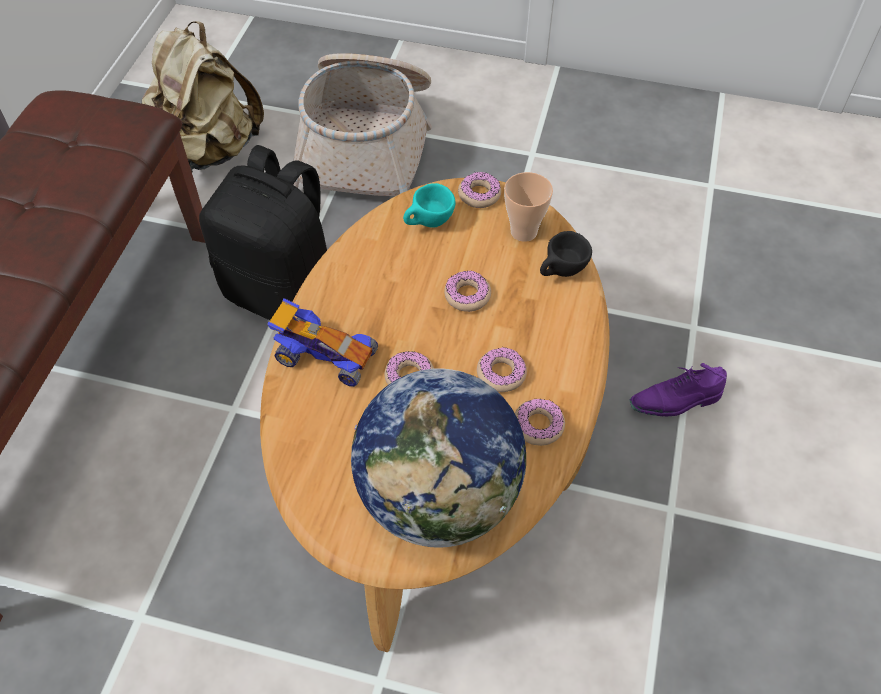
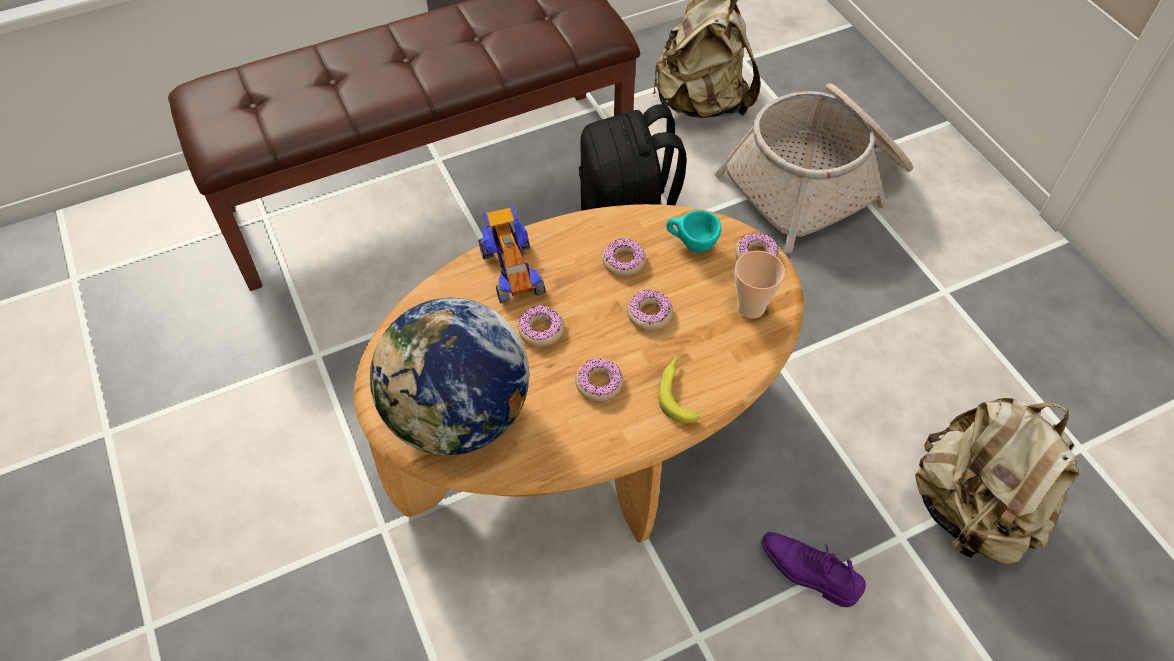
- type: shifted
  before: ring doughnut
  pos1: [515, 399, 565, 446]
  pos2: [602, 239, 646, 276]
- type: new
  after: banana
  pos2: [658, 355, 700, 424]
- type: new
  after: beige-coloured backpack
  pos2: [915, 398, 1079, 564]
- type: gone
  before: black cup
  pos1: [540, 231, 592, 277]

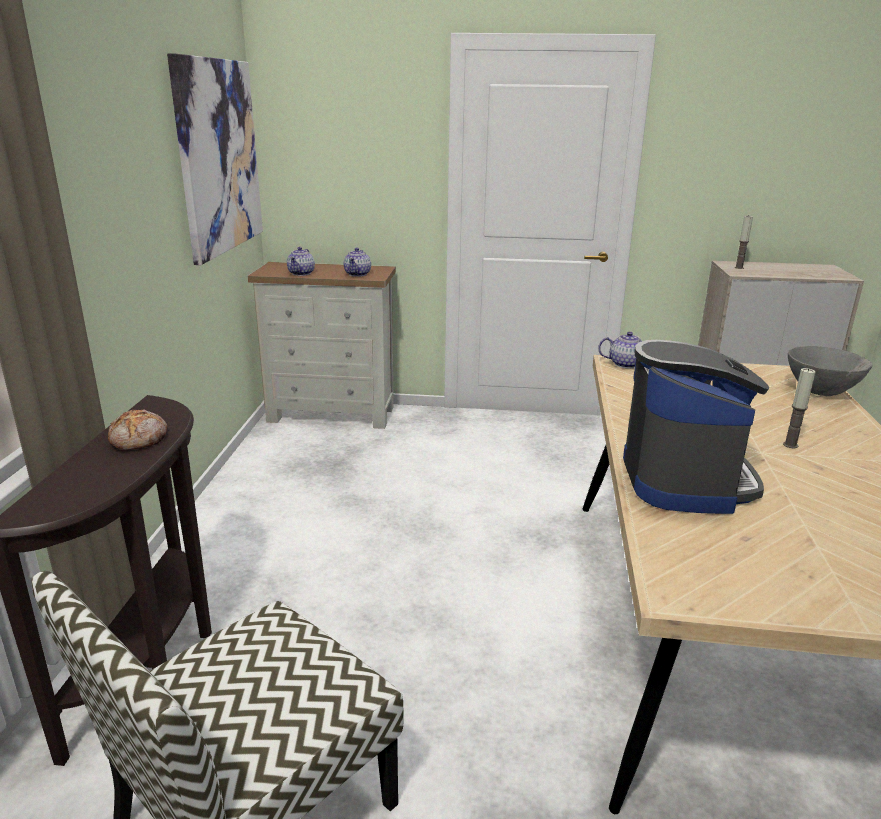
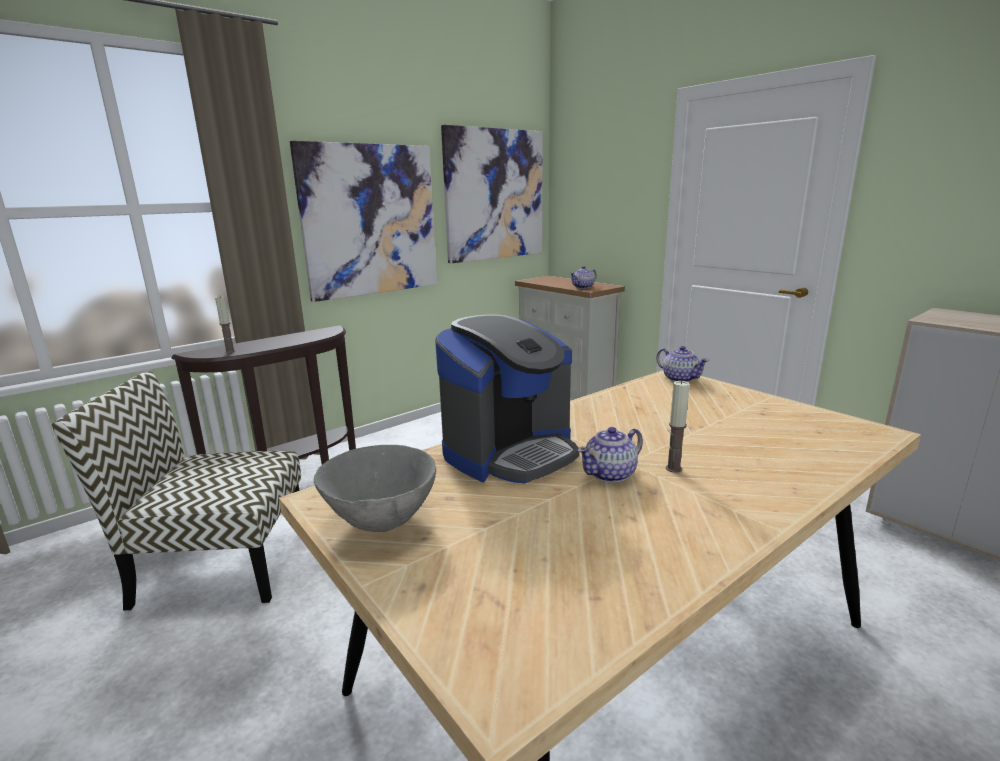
- type: shifted
  before: wax light
  pos1: [735, 216, 753, 269]
  pos2: [215, 297, 235, 353]
- type: new
  after: wall picture
  pos2: [290, 141, 437, 302]
- type: shifted
  before: gray bowl
  pos1: [788, 346, 873, 396]
  pos2: [314, 445, 436, 532]
- type: shifted
  before: teapot
  pos1: [287, 247, 315, 276]
  pos2: [577, 427, 643, 483]
- type: gone
  before: bakery bread
  pos1: [108, 409, 167, 450]

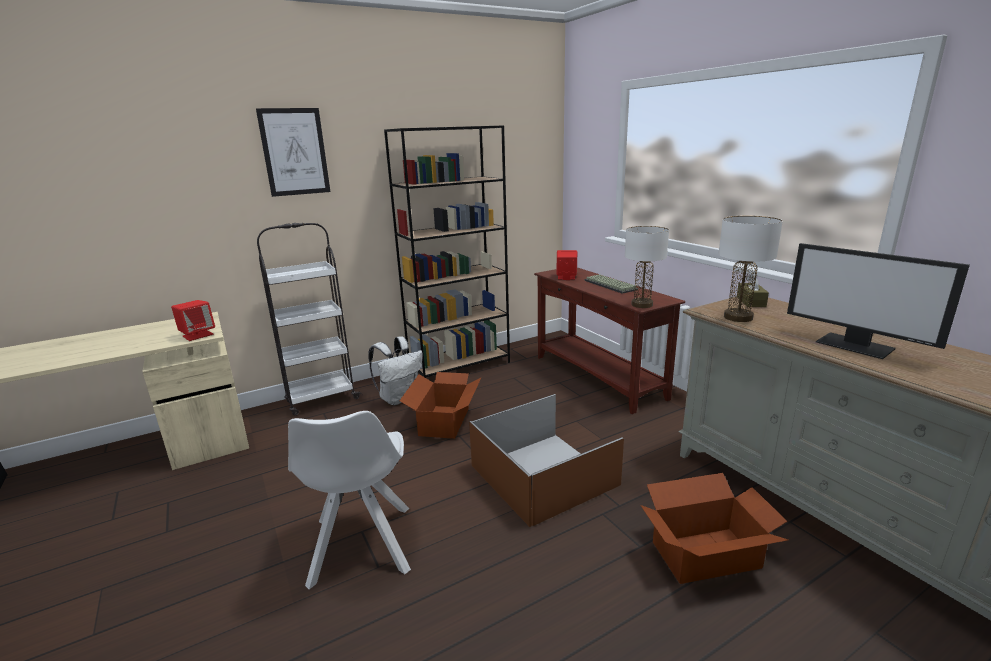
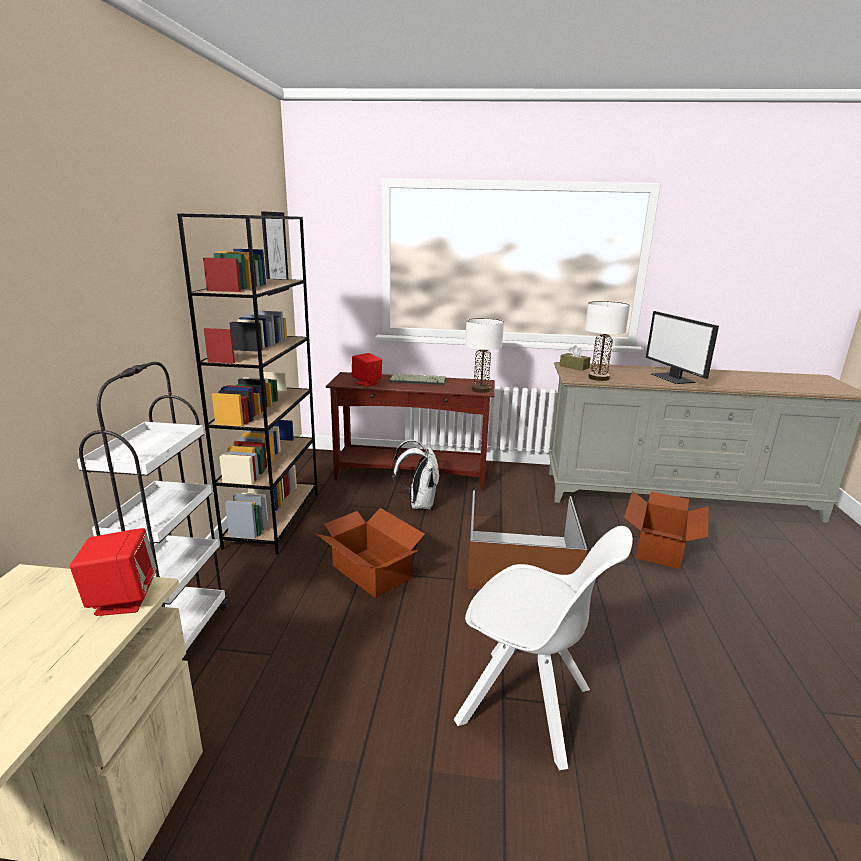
- type: shifted
  before: wall picture
  pos1: [256, 108, 330, 197]
  pos2: [261, 211, 289, 296]
- type: shifted
  before: white backpack
  pos1: [368, 336, 423, 405]
  pos2: [392, 439, 440, 510]
- type: rotated
  before: computer screen
  pos1: [787, 243, 970, 359]
  pos2: [646, 311, 719, 384]
  turn: 75

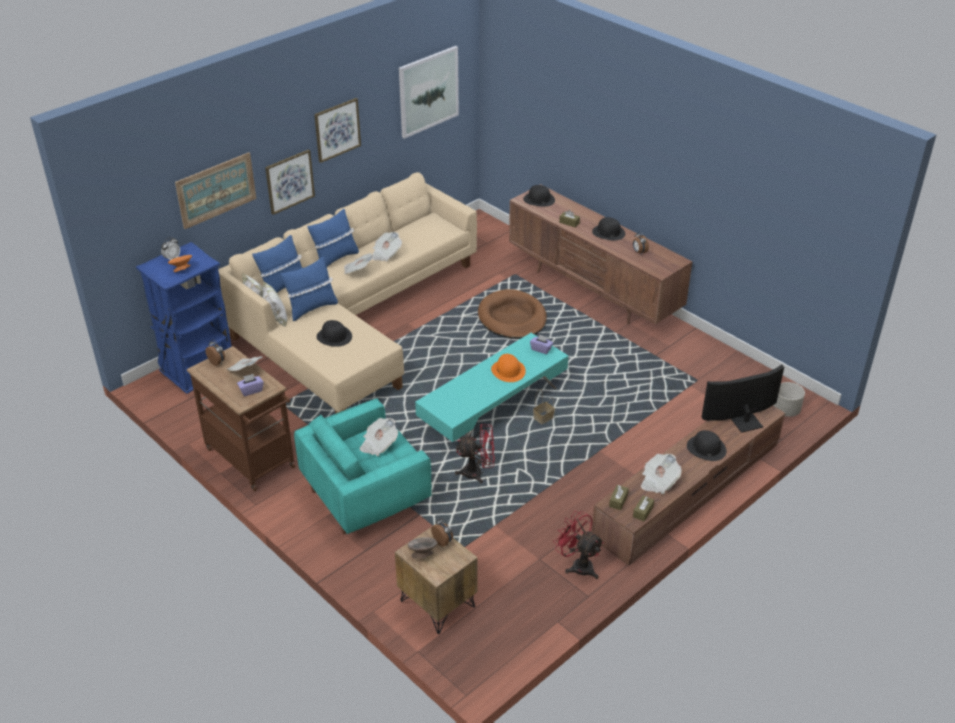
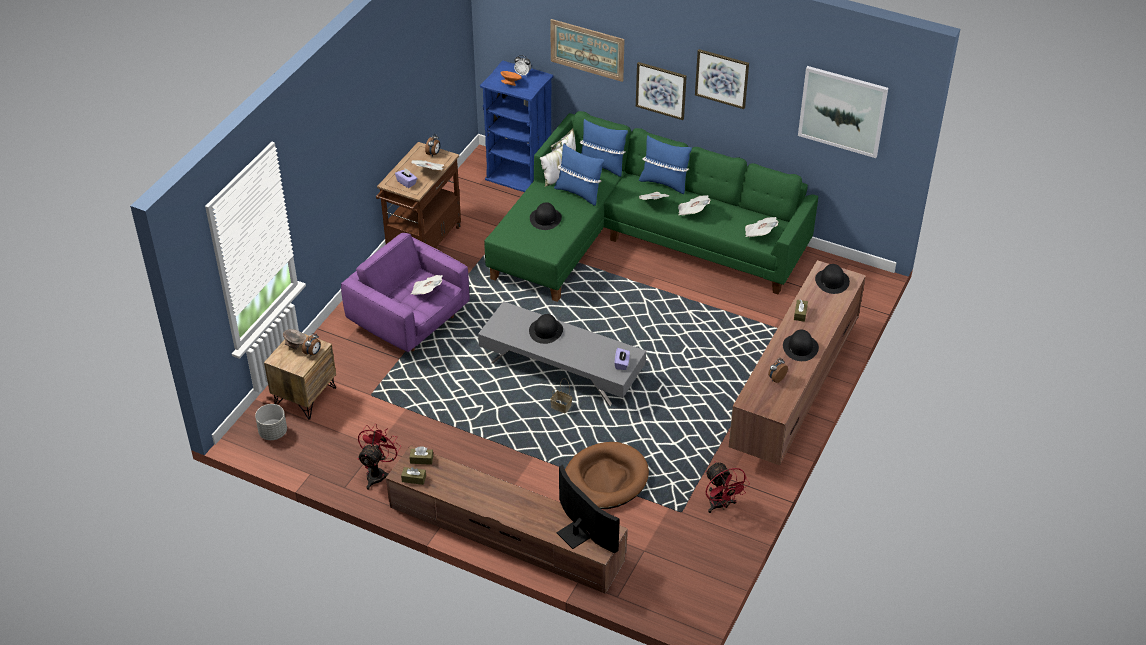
- type: shifted
  before: gray flower pot
  pos1: [773, 382, 805, 417]
  pos2: [255, 404, 287, 440]
- type: repainted
  before: blue-green lounge chair
  after: purple-coloured lounge chair
  pos1: [294, 398, 432, 534]
  pos2: [341, 233, 470, 352]
- type: repainted
  before: blue-green lounge table
  after: gray lounge table
  pos1: [415, 333, 568, 442]
  pos2: [478, 301, 646, 406]
- type: repainted
  before: beige-coloured settee
  after: greenish settee
  pos1: [218, 172, 477, 415]
  pos2: [484, 111, 818, 302]
- type: shifted
  before: black clothing hat
  pos1: [687, 430, 726, 461]
  pos2: [529, 314, 563, 344]
- type: shifted
  before: brownish dog cushion
  pos1: [478, 289, 547, 339]
  pos2: [565, 442, 649, 509]
- type: shifted
  before: red electric fan
  pos1: [455, 424, 495, 483]
  pos2: [705, 462, 750, 513]
- type: shifted
  before: newspaper
  pos1: [641, 454, 682, 494]
  pos2: [745, 217, 778, 237]
- type: gone
  before: orangey clothing hat
  pos1: [491, 354, 526, 382]

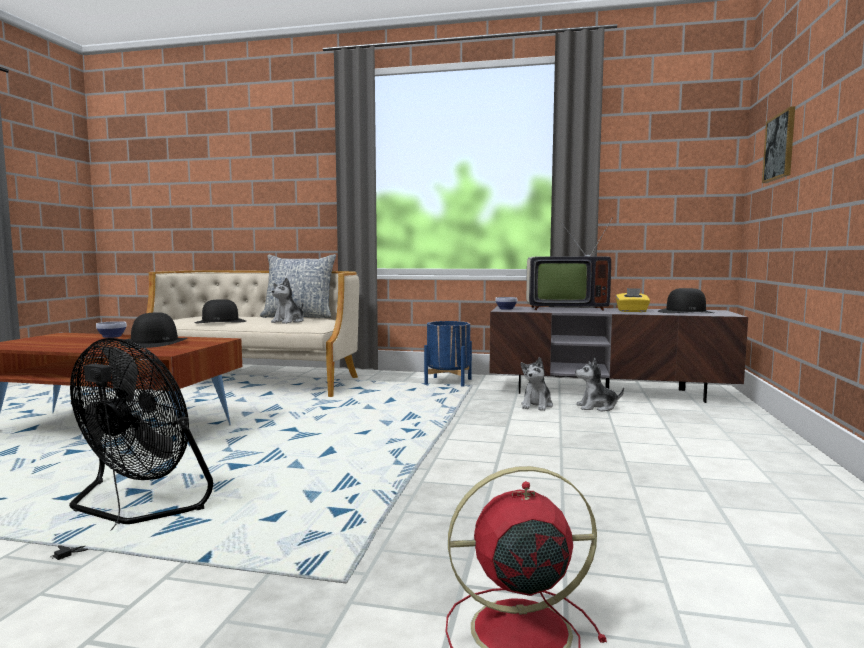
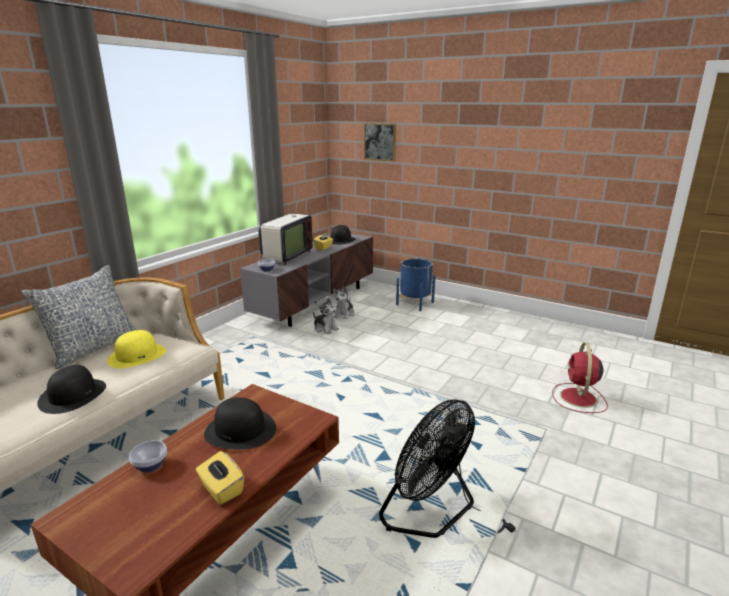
- type: swapped
  before: cuddly toy
  after: yellowish clothing hat
  pos1: [271, 278, 304, 324]
  pos2: [107, 330, 166, 368]
- type: new
  after: yellowish box of tissues
  pos2: [196, 451, 244, 505]
- type: shifted
  before: blue-coloured flower pot
  pos1: [424, 321, 472, 387]
  pos2: [396, 259, 435, 311]

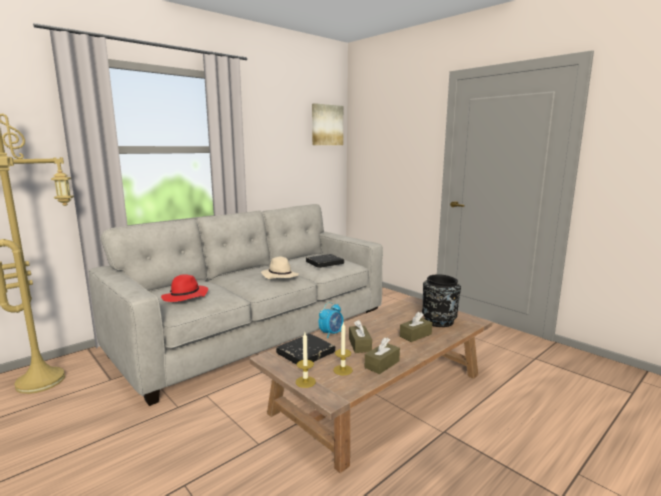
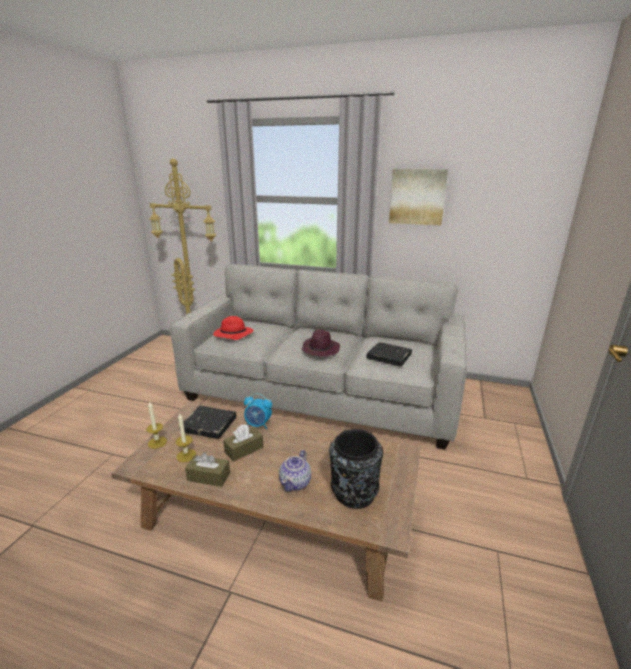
- type: swapped
  before: brownish box of tissues
  after: teapot
  pos1: [400, 312, 432, 342]
  pos2: [279, 450, 311, 492]
- type: repainted
  before: beige-coloured clothing hat
  after: purple-coloured clothing hat
  pos1: [261, 256, 299, 279]
  pos2: [301, 329, 340, 357]
- type: shifted
  before: wall picture
  pos1: [312, 103, 343, 145]
  pos2: [389, 169, 448, 225]

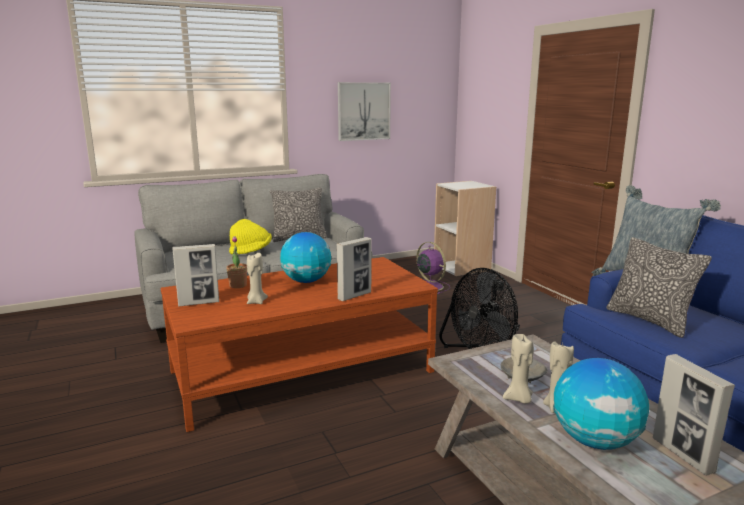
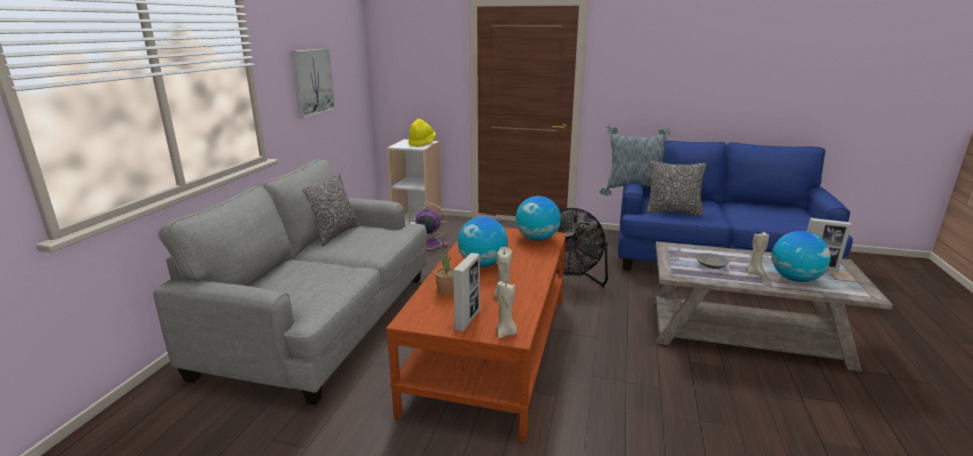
- type: shifted
  before: yellowish clothing hat
  pos1: [229, 219, 272, 254]
  pos2: [408, 119, 436, 147]
- type: shifted
  before: beige-coloured wax light
  pos1: [503, 334, 534, 404]
  pos2: [496, 281, 518, 339]
- type: new
  after: desk globe
  pos2: [516, 196, 561, 241]
- type: gone
  before: photo frame
  pos1: [337, 237, 372, 301]

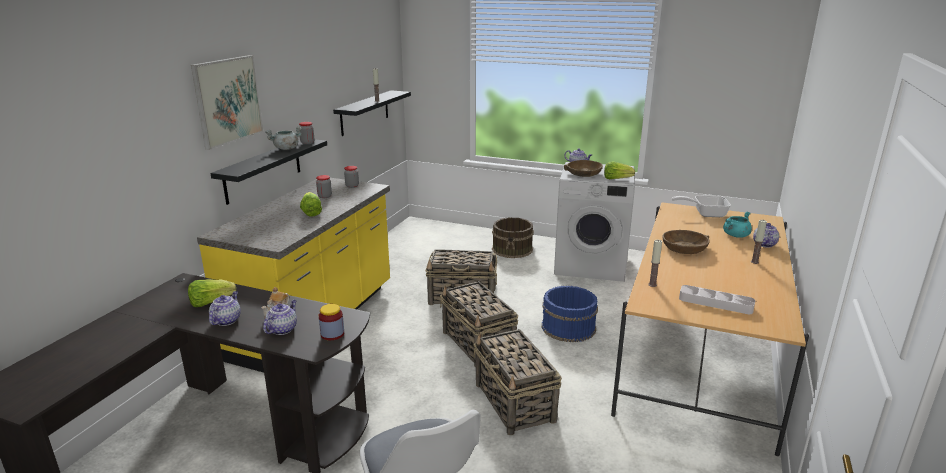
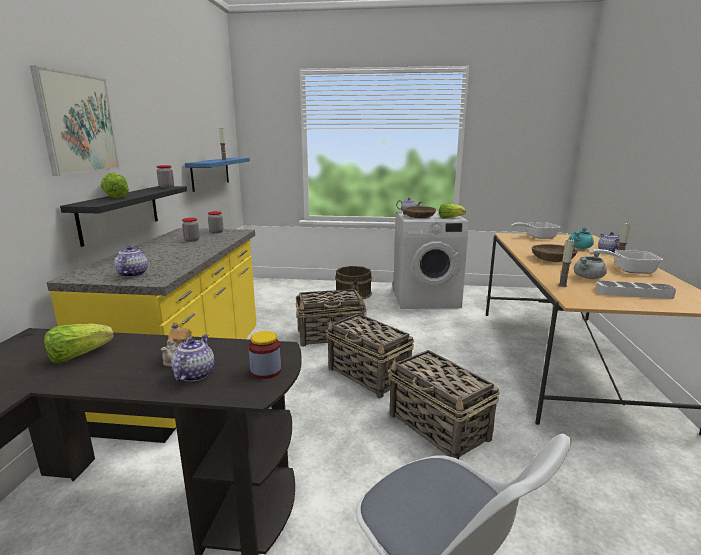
- type: shifted
  before: lettuce
  pos1: [300, 192, 322, 217]
  pos2: [101, 173, 129, 198]
- type: shifted
  before: teapot
  pos1: [209, 291, 241, 326]
  pos2: [114, 246, 148, 277]
- type: repainted
  before: black wall shelf
  after: blue-coloured wall shelf
  pos1: [333, 90, 411, 136]
  pos2: [185, 158, 250, 192]
- type: shifted
  before: gray stockpot
  pos1: [265, 126, 302, 150]
  pos2: [574, 251, 607, 279]
- type: new
  after: pan
  pos2: [589, 249, 663, 274]
- type: gone
  before: blue-coloured bucket
  pos1: [542, 286, 598, 343]

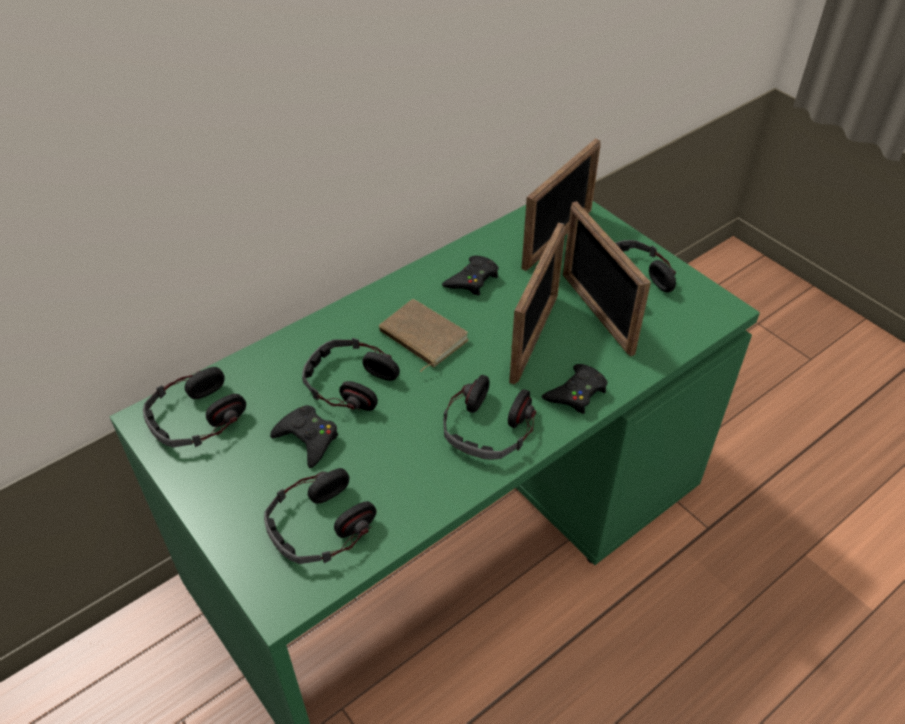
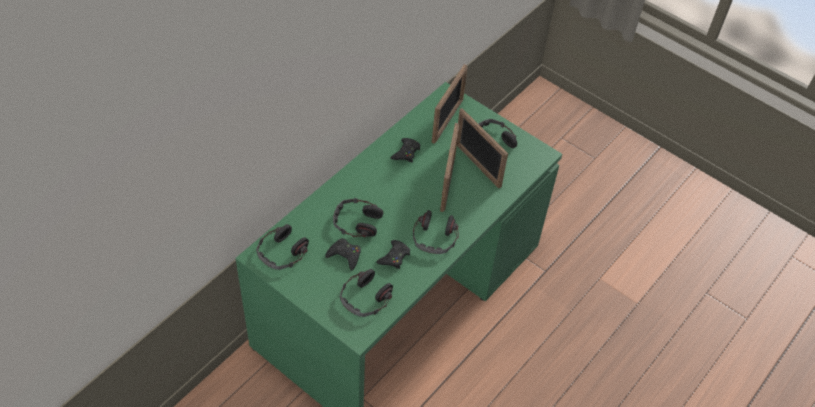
- type: shifted
  before: black gamepad
  pos1: [542, 364, 608, 414]
  pos2: [376, 240, 410, 269]
- type: gone
  before: brownish bound book
  pos1: [379, 299, 469, 372]

